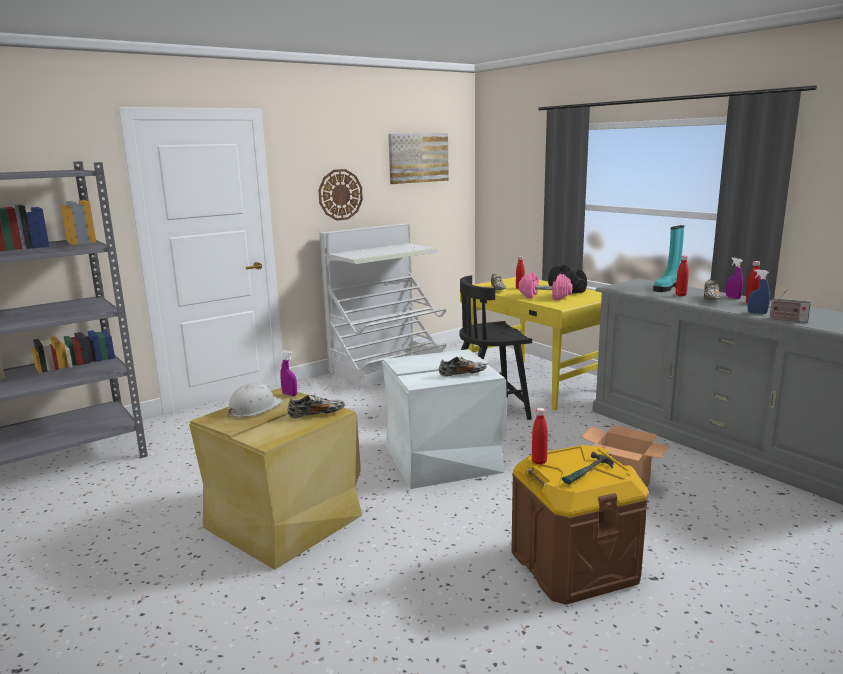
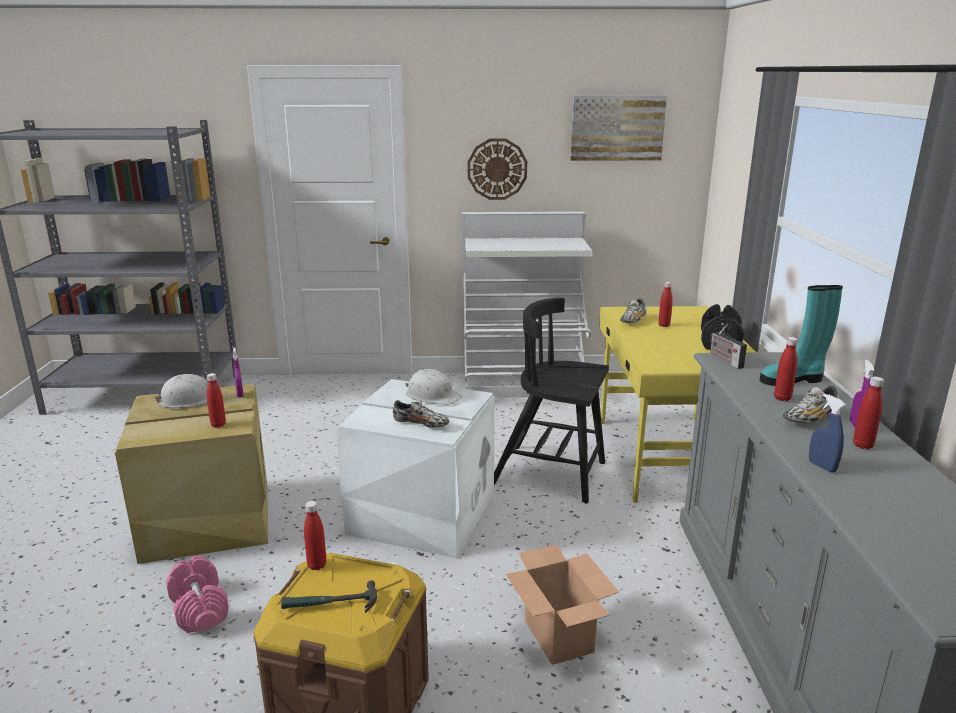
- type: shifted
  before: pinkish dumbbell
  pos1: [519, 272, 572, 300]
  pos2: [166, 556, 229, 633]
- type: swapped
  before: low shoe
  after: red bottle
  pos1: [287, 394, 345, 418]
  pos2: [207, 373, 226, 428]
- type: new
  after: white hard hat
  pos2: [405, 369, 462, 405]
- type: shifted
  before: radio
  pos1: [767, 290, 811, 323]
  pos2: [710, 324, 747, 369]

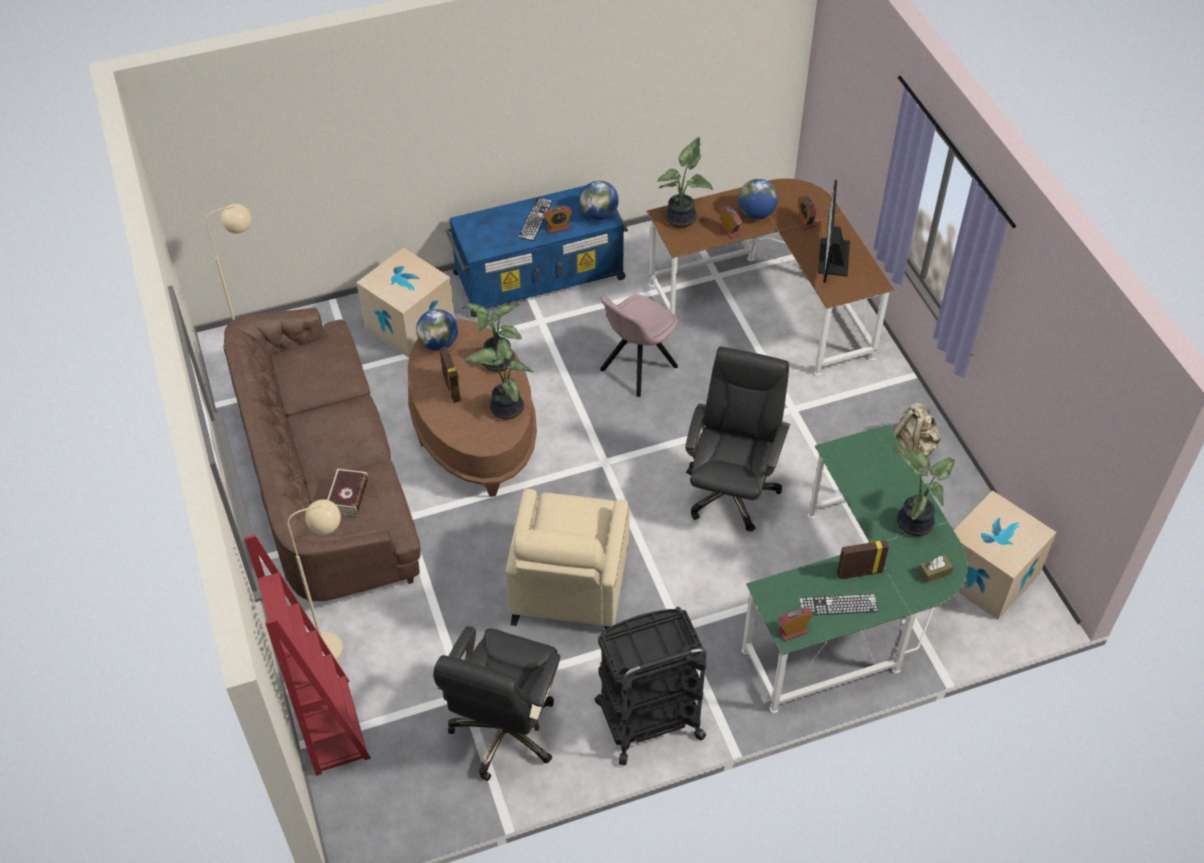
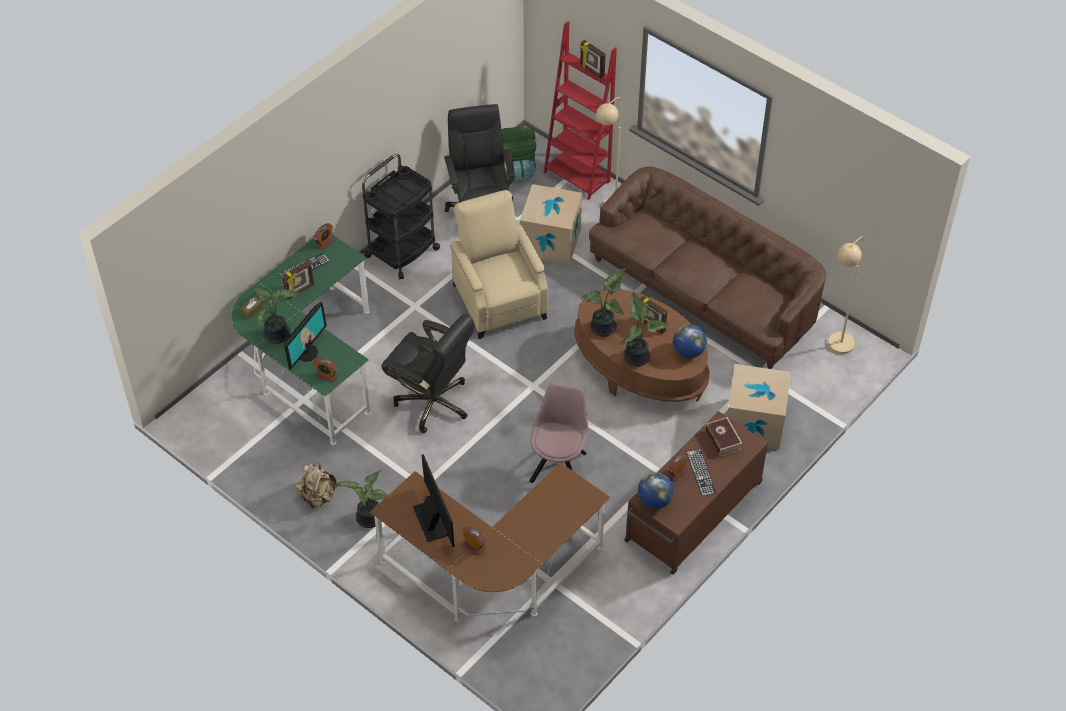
- type: new
  after: computer screen
  pos2: [284, 302, 327, 370]
- type: shifted
  before: table clock
  pos1: [718, 205, 742, 239]
  pos2: [313, 358, 338, 382]
- type: shifted
  before: plant in a pot
  pos1: [657, 137, 713, 228]
  pos2: [336, 470, 388, 528]
- type: rotated
  before: black desk chair
  pos1: [685, 346, 790, 532]
  pos2: [381, 314, 474, 433]
  turn: -45
- type: new
  after: greenish backpack
  pos2: [501, 126, 537, 181]
- type: shifted
  before: carton
  pos1: [954, 491, 1056, 620]
  pos2: [520, 184, 582, 265]
- type: new
  after: photo frame
  pos2: [580, 40, 606, 78]
- type: repainted
  before: blue-coloured cupboard
  after: brownish cupboard
  pos1: [446, 185, 628, 317]
  pos2: [624, 411, 768, 575]
- type: shifted
  before: bound book
  pos1: [327, 469, 368, 516]
  pos2: [705, 417, 742, 457]
- type: gone
  before: desk globe
  pos1: [738, 179, 778, 219]

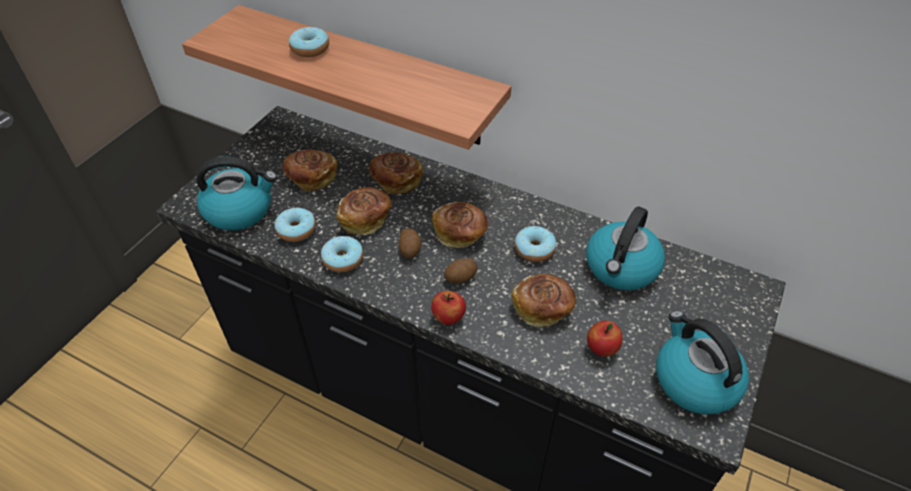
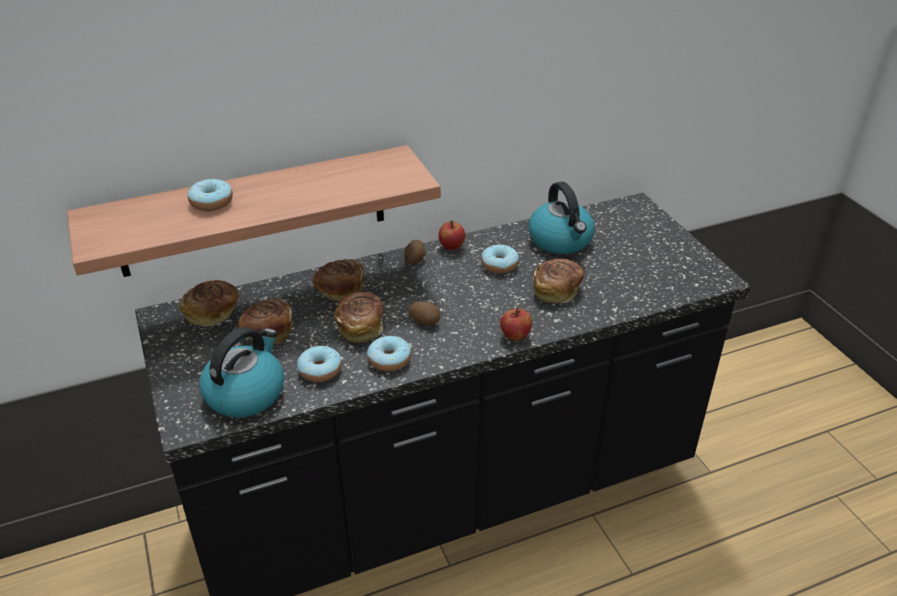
- type: shifted
  before: bakery bread
  pos1: [432, 202, 489, 248]
  pos2: [179, 280, 239, 327]
- type: shifted
  before: whole potato
  pos1: [444, 258, 477, 283]
  pos2: [404, 240, 426, 264]
- type: shifted
  before: whole apple
  pos1: [587, 321, 623, 357]
  pos2: [439, 221, 465, 250]
- type: gone
  before: tea kettle
  pos1: [656, 311, 749, 414]

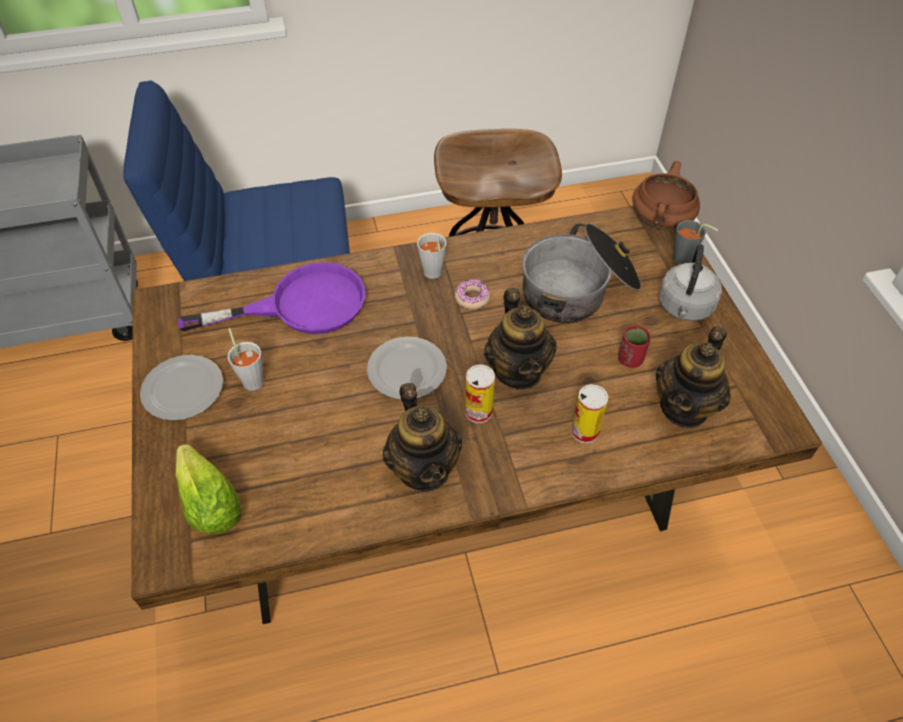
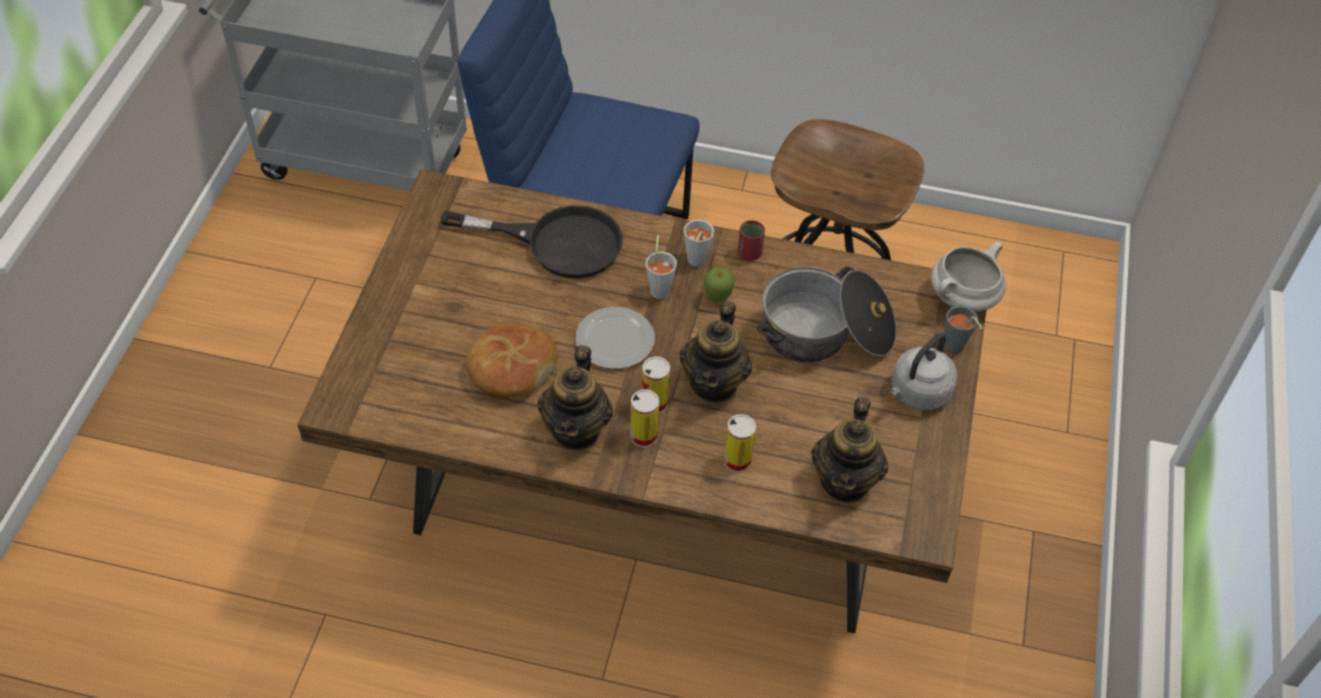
- type: repainted
  before: purple-coloured pan
  after: black pan
  pos1: [178, 262, 365, 334]
  pos2: [440, 205, 623, 279]
- type: new
  after: bakery bread
  pos2: [466, 324, 557, 398]
- type: new
  after: sealed can
  pos2: [630, 389, 659, 448]
- type: shifted
  before: gray cup
  pos1: [227, 328, 264, 391]
  pos2: [646, 235, 677, 299]
- type: swapped
  before: ring doughnut
  after: whole apple
  pos1: [455, 279, 490, 310]
  pos2: [704, 267, 735, 303]
- type: shifted
  before: red cup
  pos1: [618, 326, 651, 368]
  pos2: [738, 220, 765, 261]
- type: rotated
  before: teapot
  pos1: [656, 326, 731, 428]
  pos2: [811, 397, 888, 503]
  turn: -45
- type: repainted
  before: brownish stockpot
  after: white stockpot
  pos1: [632, 161, 700, 230]
  pos2: [931, 241, 1006, 312]
- type: gone
  before: dinner plate
  pos1: [140, 355, 223, 421]
- type: gone
  before: lettuce
  pos1: [176, 444, 241, 534]

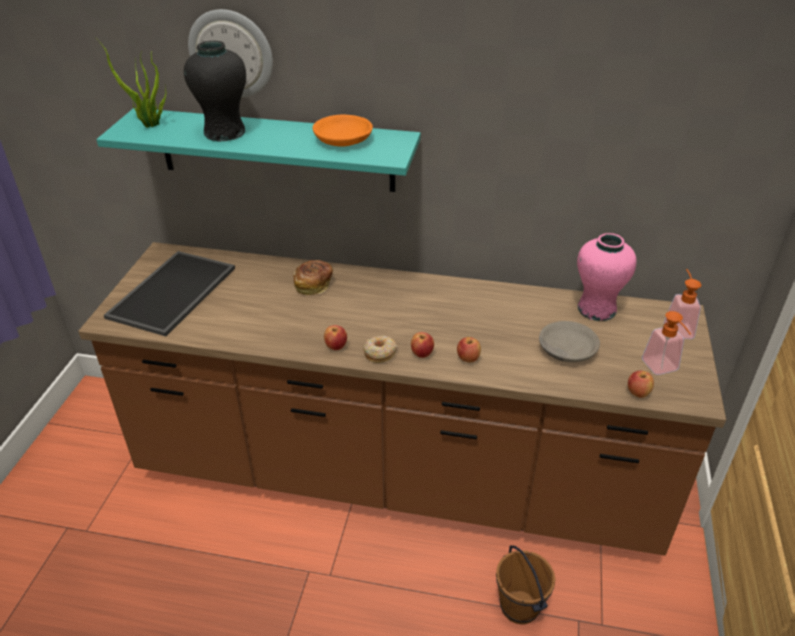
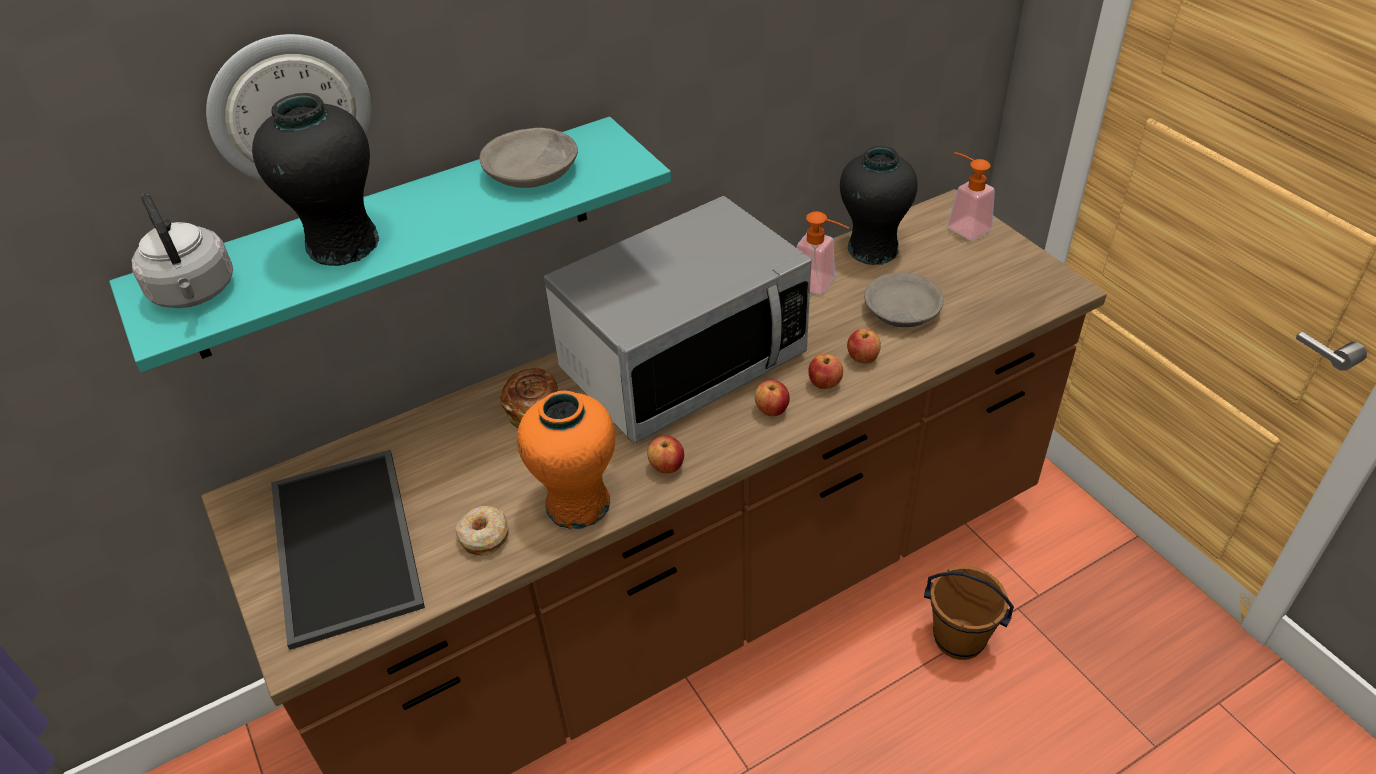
- type: swapped
  before: plant in a pot
  after: gray tea kettle
  pos1: [95, 37, 166, 128]
  pos2: [131, 193, 233, 308]
- type: shifted
  before: ring doughnut
  pos1: [363, 336, 397, 363]
  pos2: [456, 506, 509, 556]
- type: repainted
  before: orangey bowl
  after: gray bowl
  pos1: [313, 115, 373, 147]
  pos2: [480, 128, 578, 188]
- type: new
  after: orangey decorative vase
  pos2: [517, 390, 615, 530]
- type: new
  after: kitchen microwave
  pos2: [544, 196, 812, 443]
- type: shifted
  before: liquid soap bottle
  pos1: [642, 311, 691, 375]
  pos2: [797, 211, 849, 295]
- type: repainted
  before: pinkish decorative vase
  after: black decorative vase
  pos1: [577, 233, 636, 321]
  pos2: [840, 146, 918, 265]
- type: shifted
  before: whole apple
  pos1: [628, 371, 654, 398]
  pos2: [847, 329, 881, 364]

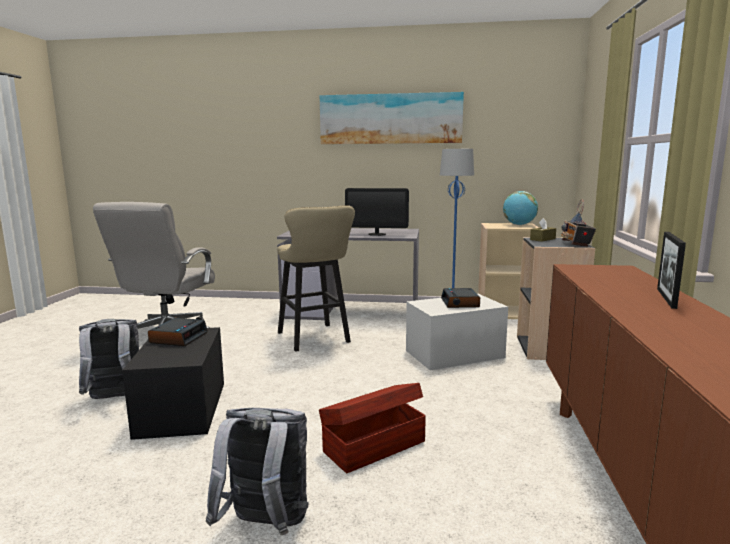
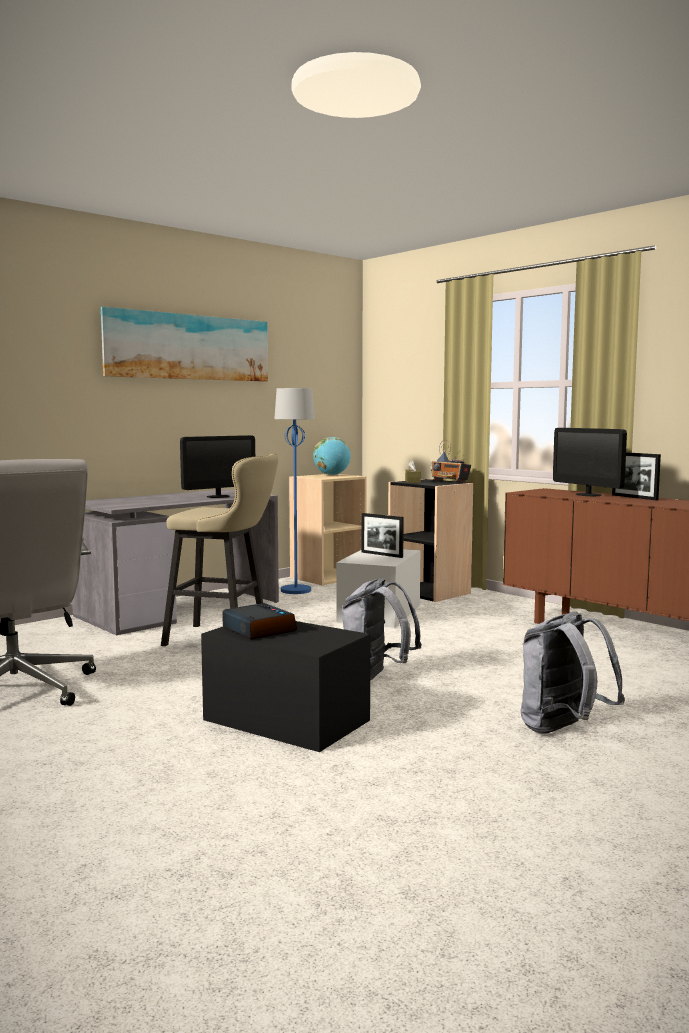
- type: shifted
  before: gray backpack
  pos1: [79, 319, 139, 399]
  pos2: [341, 578, 422, 680]
- type: swapped
  before: table clock
  after: photo frame
  pos1: [441, 288, 480, 308]
  pos2: [362, 513, 404, 558]
- type: new
  after: computer screen
  pos2: [553, 428, 627, 496]
- type: gone
  before: brownish storage container
  pos1: [319, 383, 426, 473]

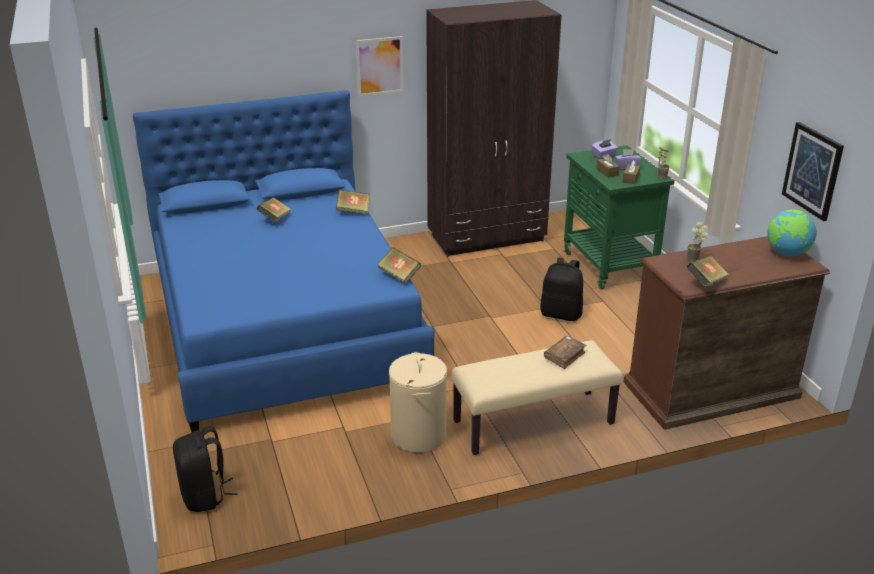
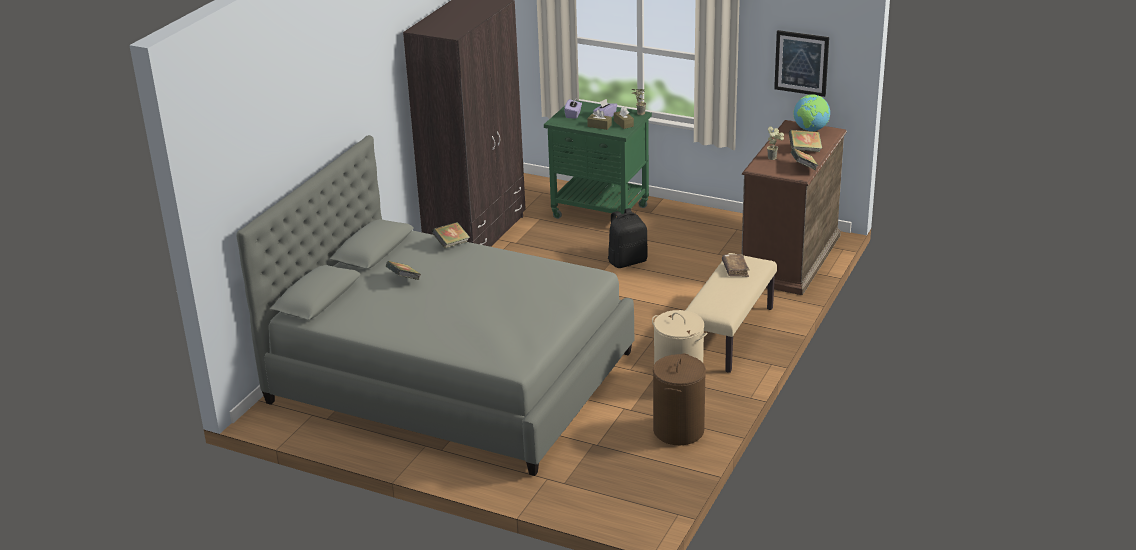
- type: repainted
  before: blue-coloured bed
  after: gray bed
  pos1: [133, 90, 435, 433]
  pos2: [236, 135, 635, 476]
- type: new
  after: brownish laundry basket
  pos2: [653, 354, 706, 445]
- type: shifted
  before: bound book
  pos1: [377, 247, 421, 284]
  pos2: [789, 130, 822, 152]
- type: gone
  before: black backpack
  pos1: [173, 426, 238, 512]
- type: gone
  before: wall picture
  pos1: [356, 36, 403, 96]

